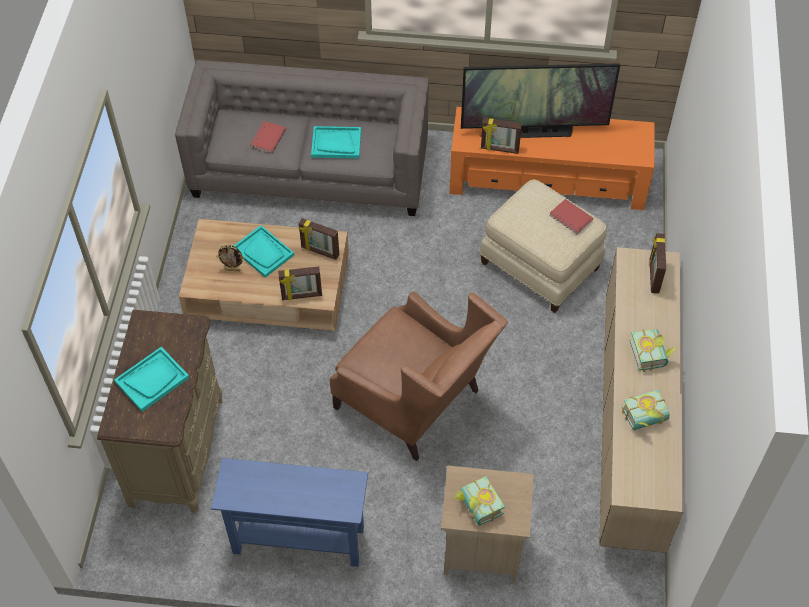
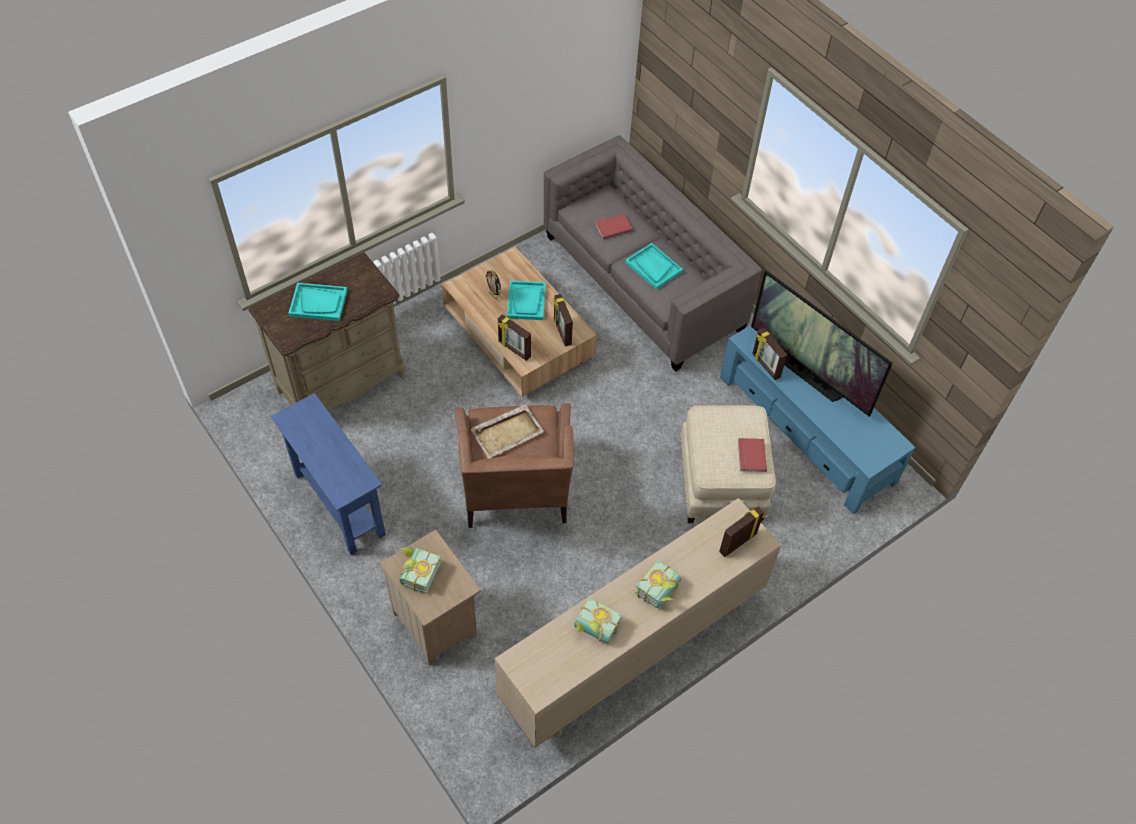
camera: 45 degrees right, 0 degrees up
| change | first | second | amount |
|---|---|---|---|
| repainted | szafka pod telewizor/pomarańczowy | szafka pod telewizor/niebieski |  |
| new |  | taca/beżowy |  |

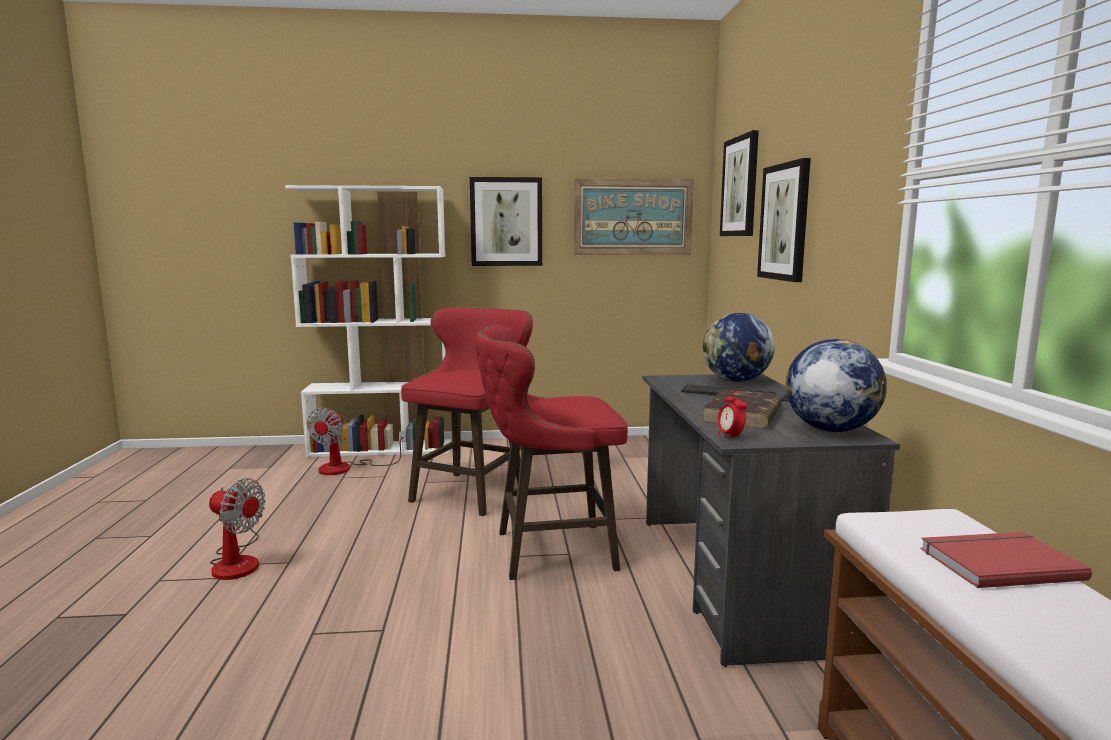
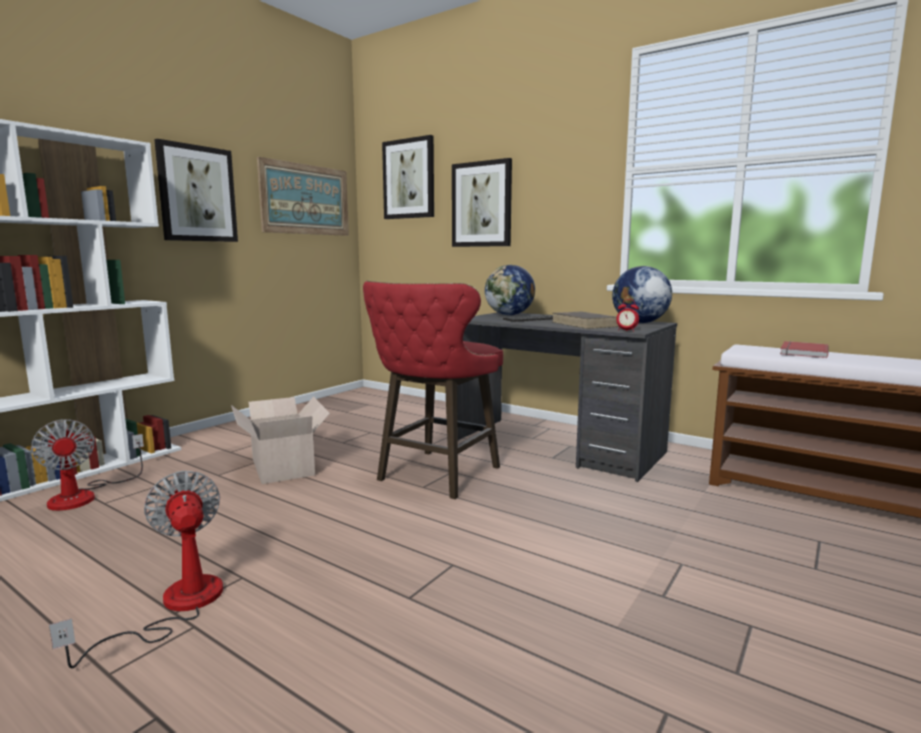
camera: 50 degrees left, 0 degrees up
| change | first | second | amount |
|---|---|---|---|
| rotated | wentylator (no. 1 from left in the first image) | wentylator (no. 2 from left) | 90 degrees counterclockwise |
| swapped | stołek/czerwony (no. 1 from left) | karton |  |

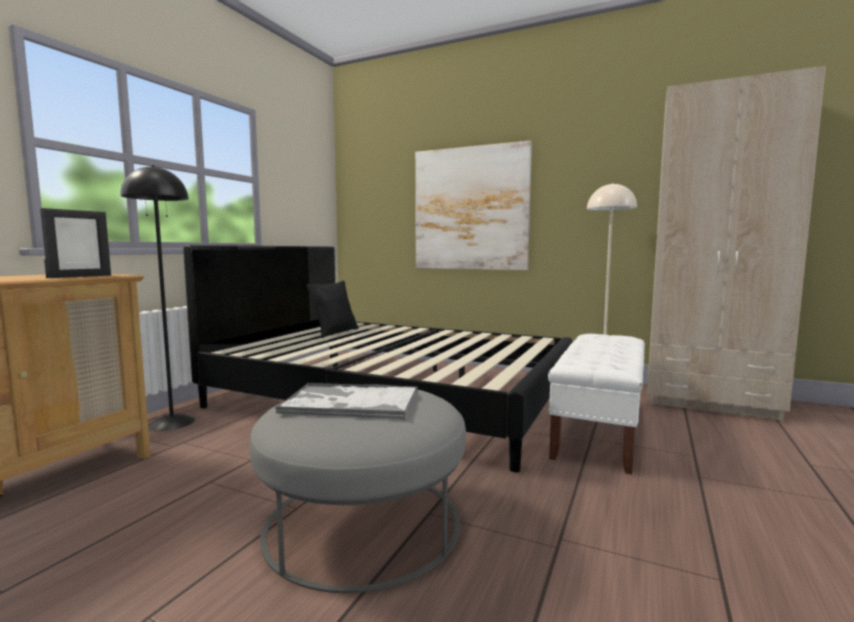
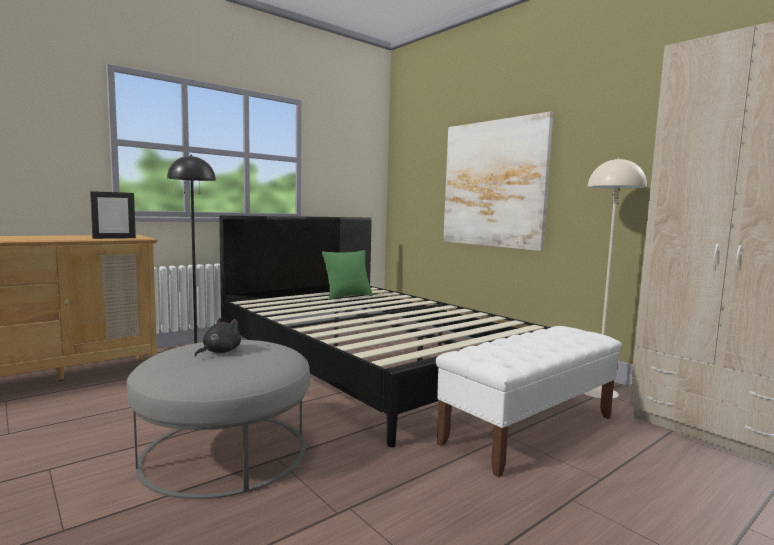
camera: 25 degrees right, 0 degrees up
| change | first | second | amount |
|---|---|---|---|
| swapped | taca | pluszak/czarny |  |
| repainted | poduszka/czarny | poduszka/zielony |  |

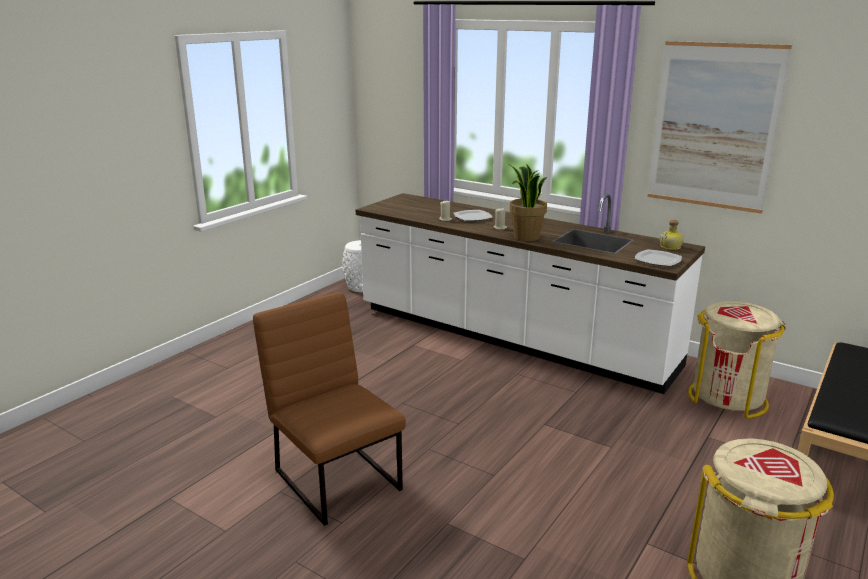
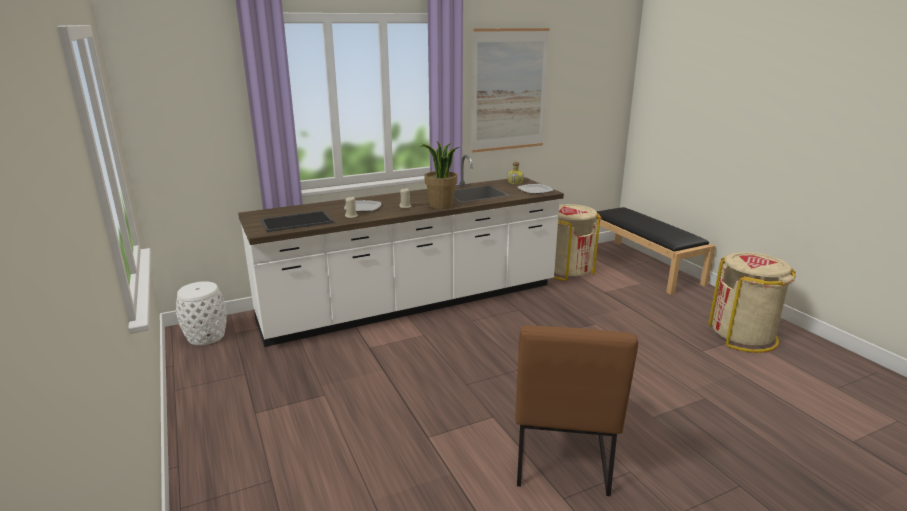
camera: 60 degrees left, 0 degrees up
| change | first | second | amount |
|---|---|---|---|
| rotated | krzesło/brązowy |  | 75 degrees counterclockwise |
| new |  | taca |  |

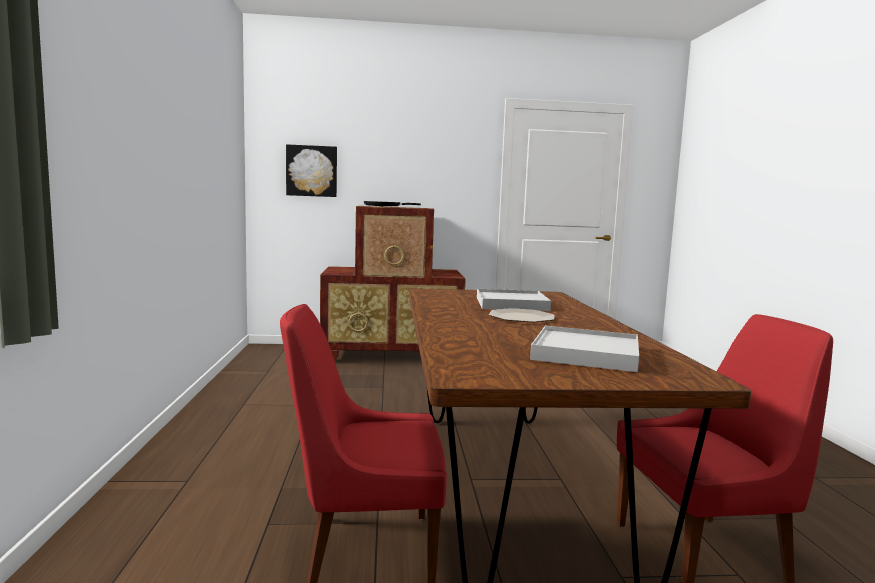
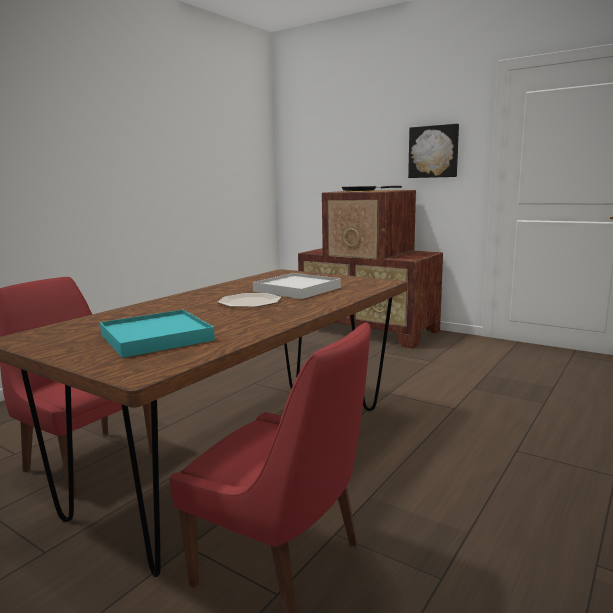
camera: 40 degrees right, 5 degrees up
| change | first | second | amount |
|---|---|---|---|
| shifted | obraz |  |  |
| repainted | taca/biały (no. 2 from left) | taca/turkusowy |  |

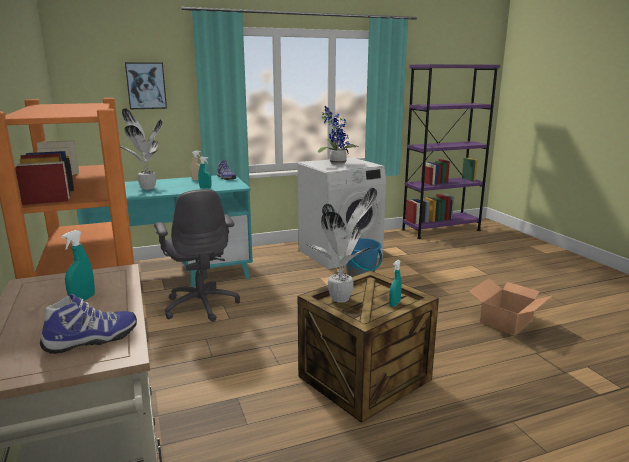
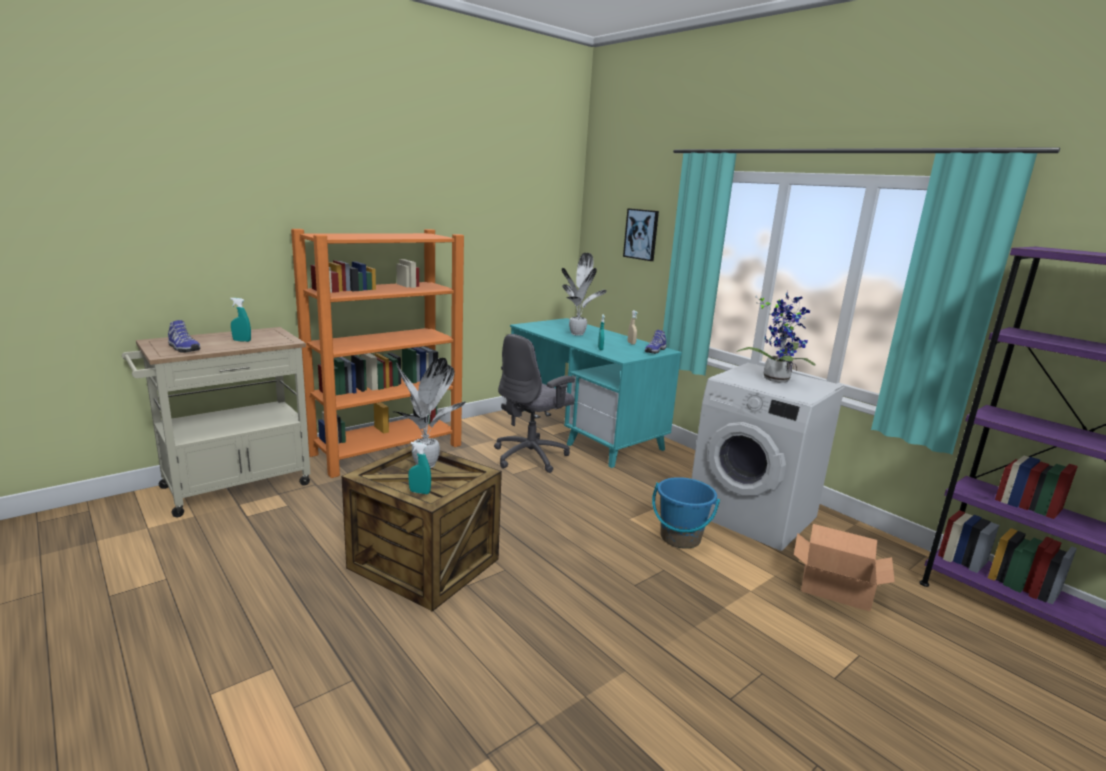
camera: 70 degrees right, 0 degrees up
| change | first | second | amount |
|---|---|---|---|
| shifted | karton |  |  |

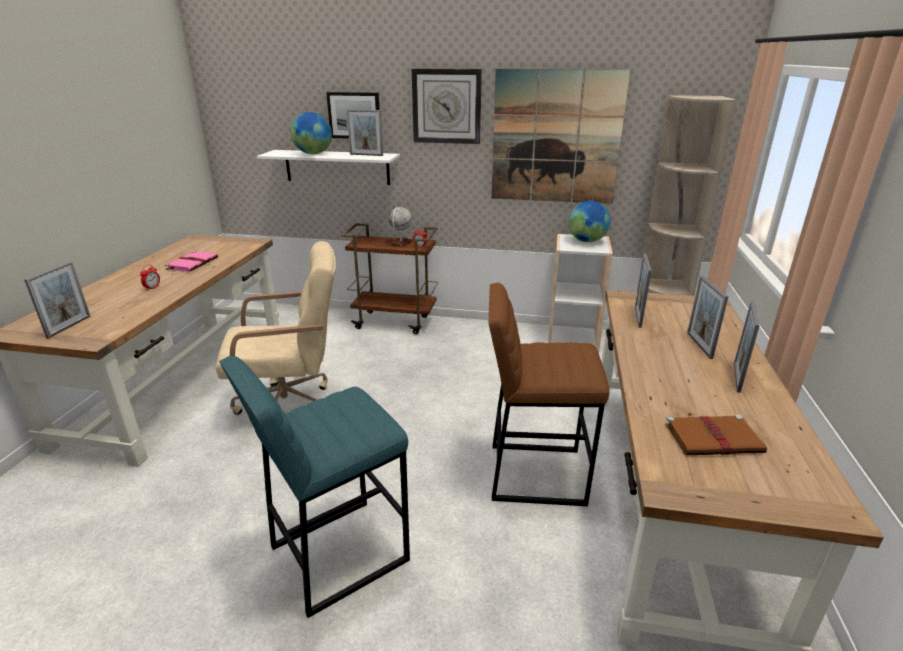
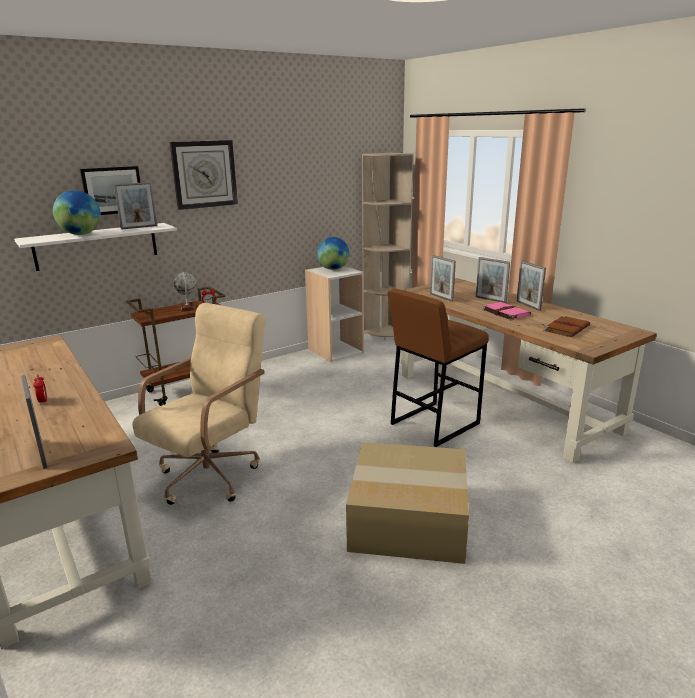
camera: 45 degrees left, 5 degrees down
| change | first | second | amount |
|---|---|---|---|
| shifted | książka/różowy |  |  |
| swapped | stołek/turkusowy | karton |  |
| gone | obraz (no. 2 from left) |  |  |

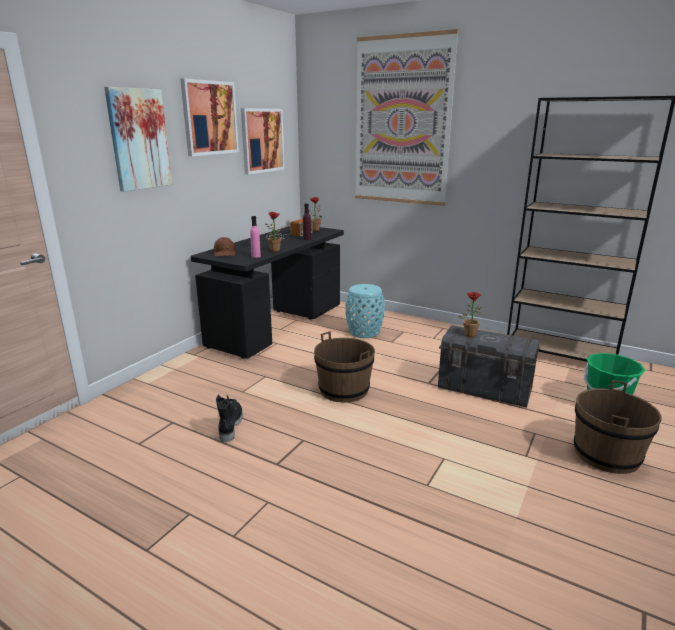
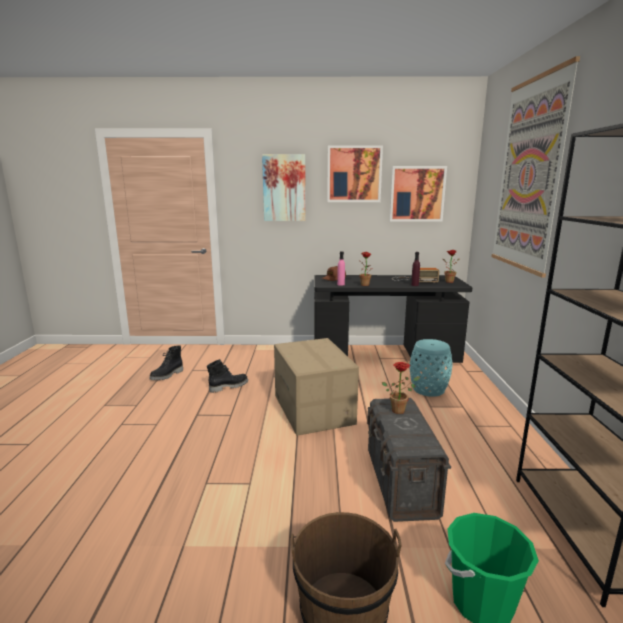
camera: 60 degrees right, 5 degrees down
| change | first | second | amount |
|---|---|---|---|
| swapped | wiadro/brązowy (no. 1 from left) | karton |  |
| new |  | but z cholewką/czarny (no. 1 from left) |  |

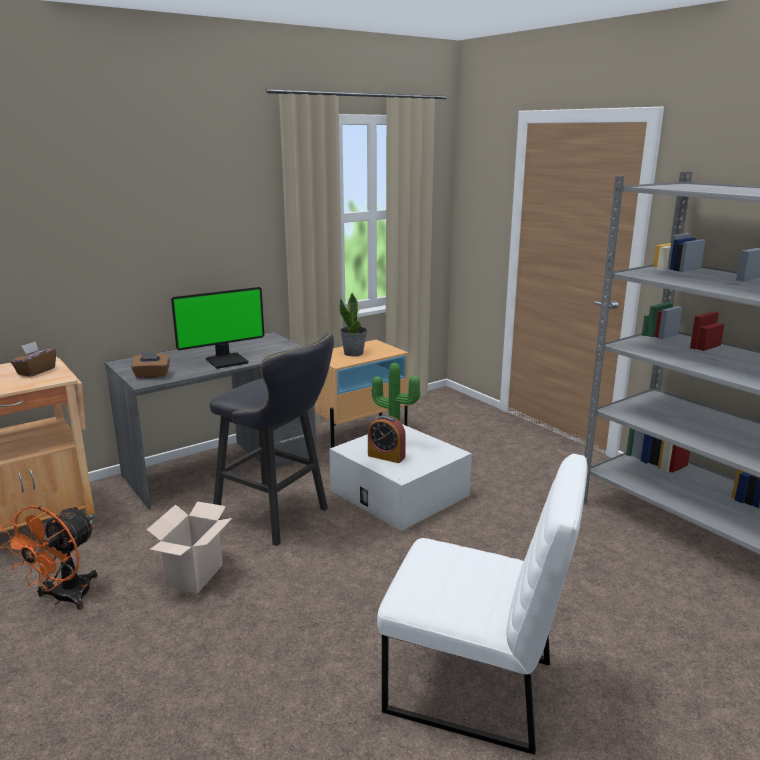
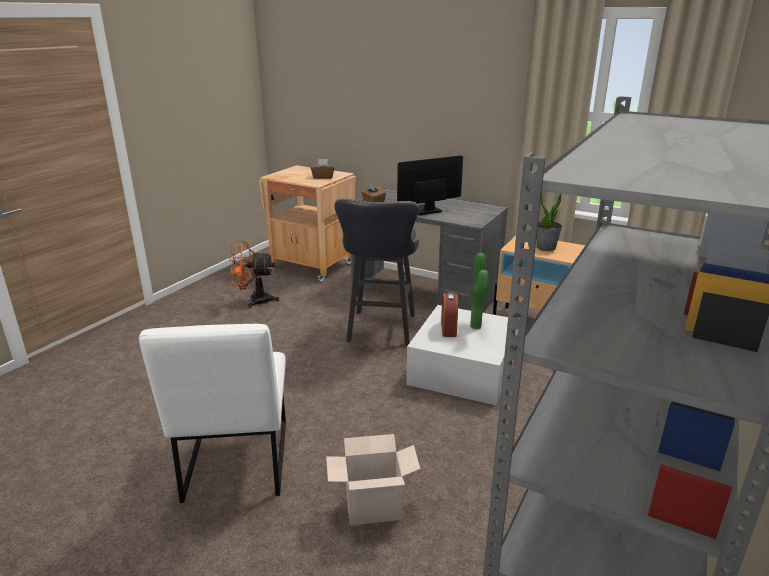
camera: 65 degrees right, 5 degrees up
| change | first | second | amount |
|---|---|---|---|
| shifted | karton |  |  |
| rotated | monitor |  | 120 degrees clockwise |

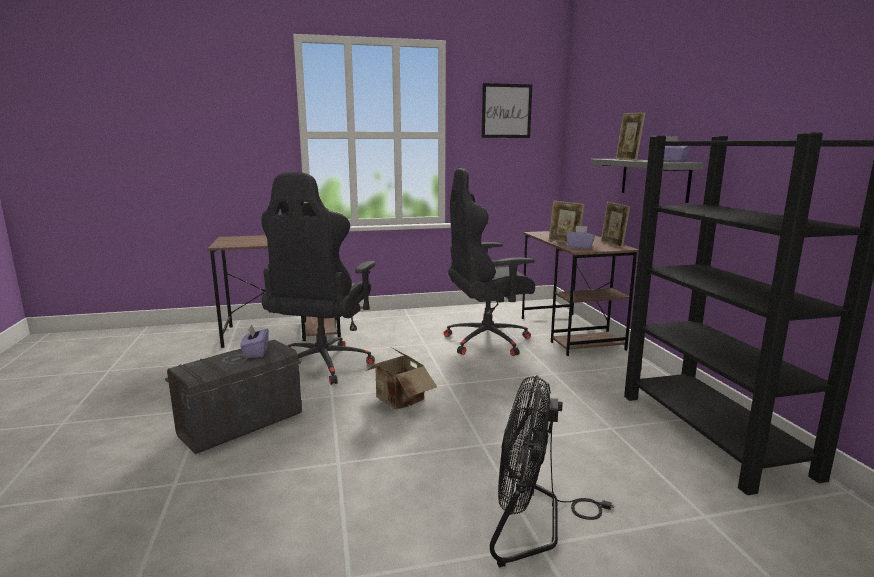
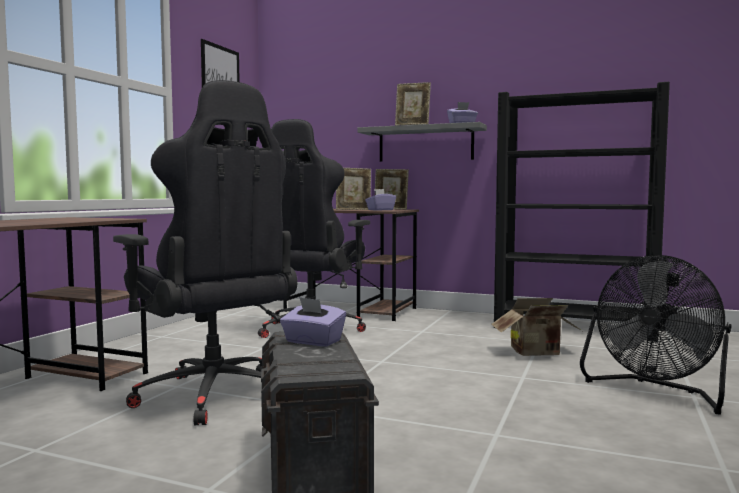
camera: 55 degrees left, 10 degrees down
| change | first | second | amount |
|---|---|---|---|
| shifted | karton |  |  |

